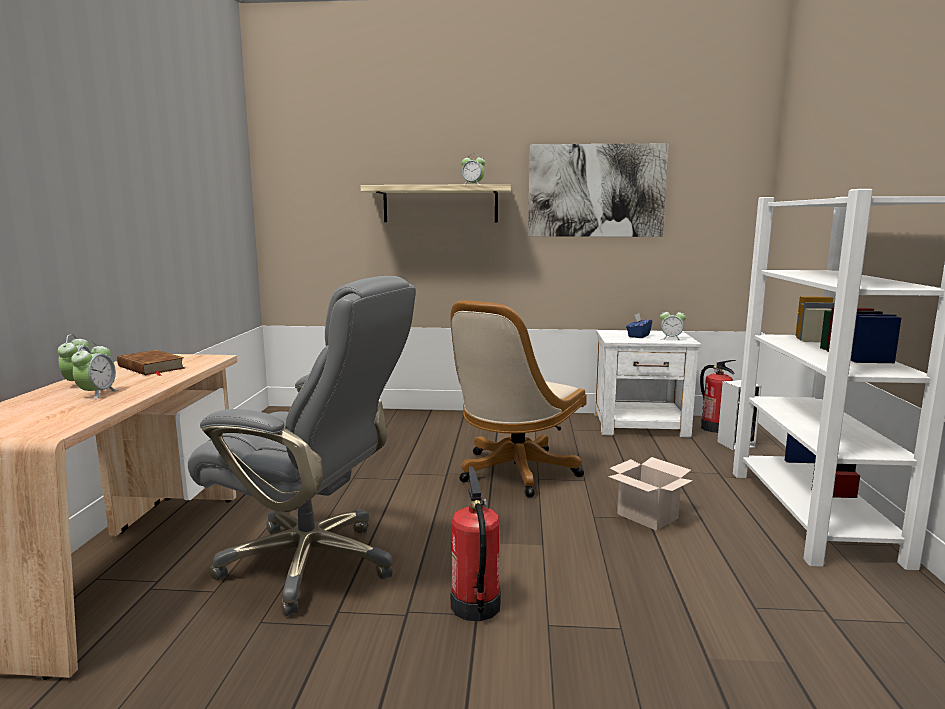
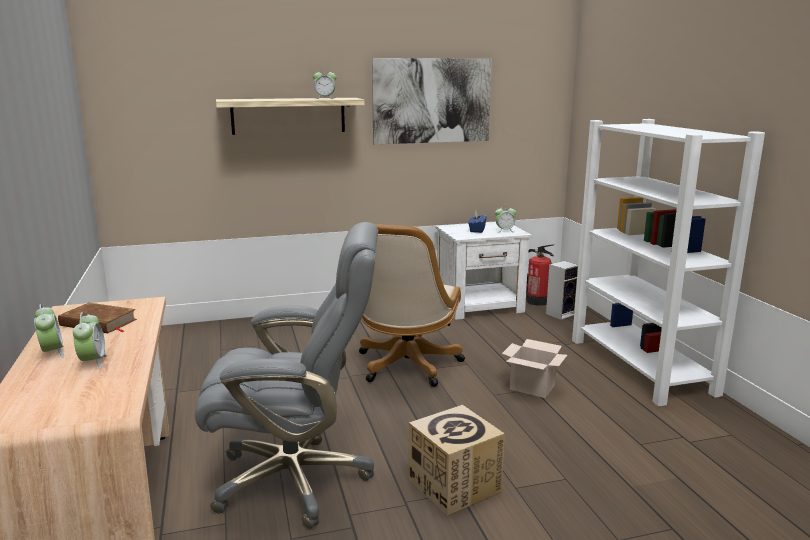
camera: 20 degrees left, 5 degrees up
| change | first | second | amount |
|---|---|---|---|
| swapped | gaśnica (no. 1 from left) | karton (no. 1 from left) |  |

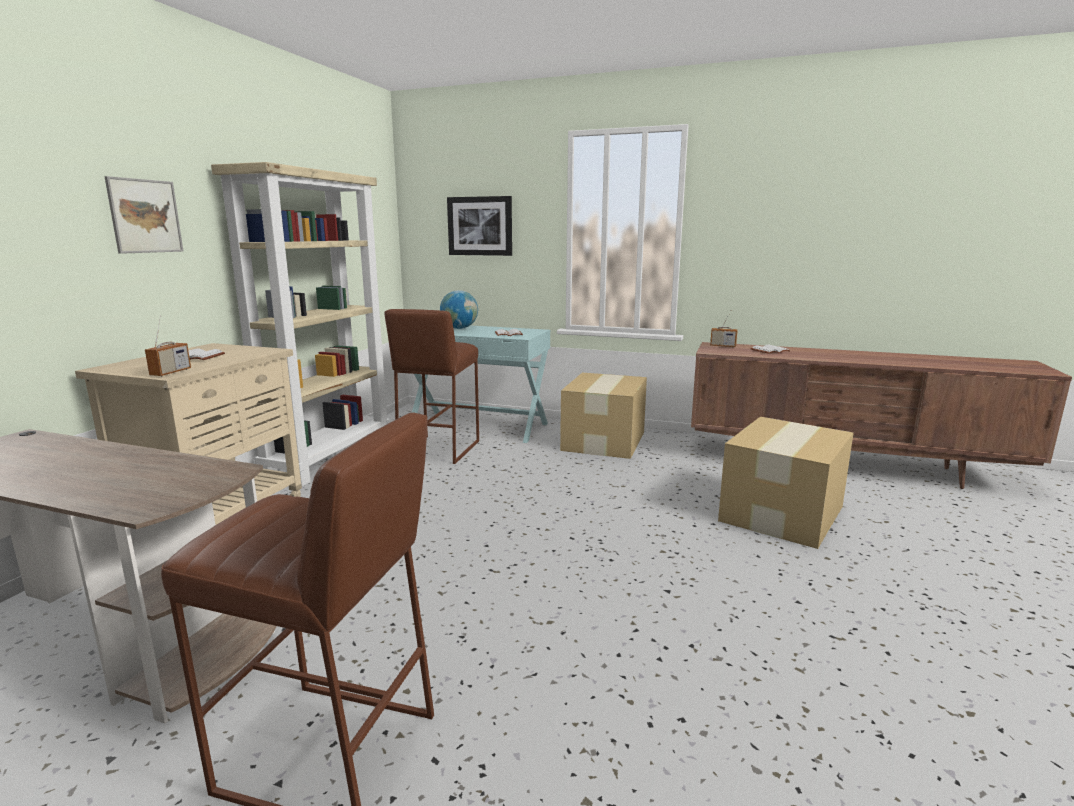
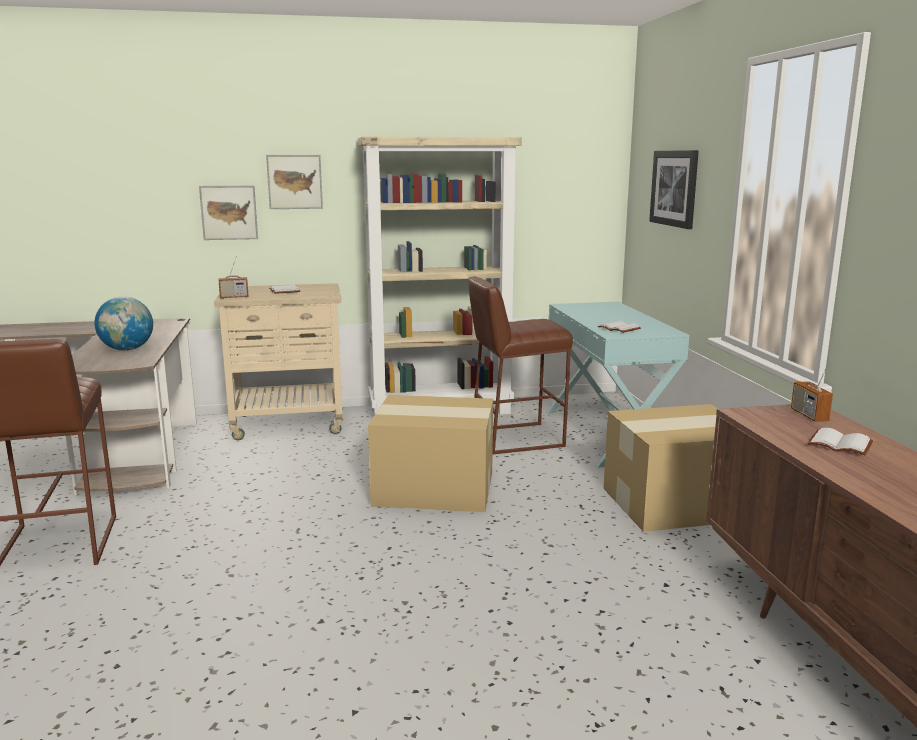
camera: 60 degrees right, 0 degrees up
| change | first | second | amount |
|---|---|---|---|
| shifted | globus |  |  |
| shifted | karton (no. 2 from left in the first image) | karton (no. 1 from left) |  |
| new |  | obraz (no. 1 from left) |  |

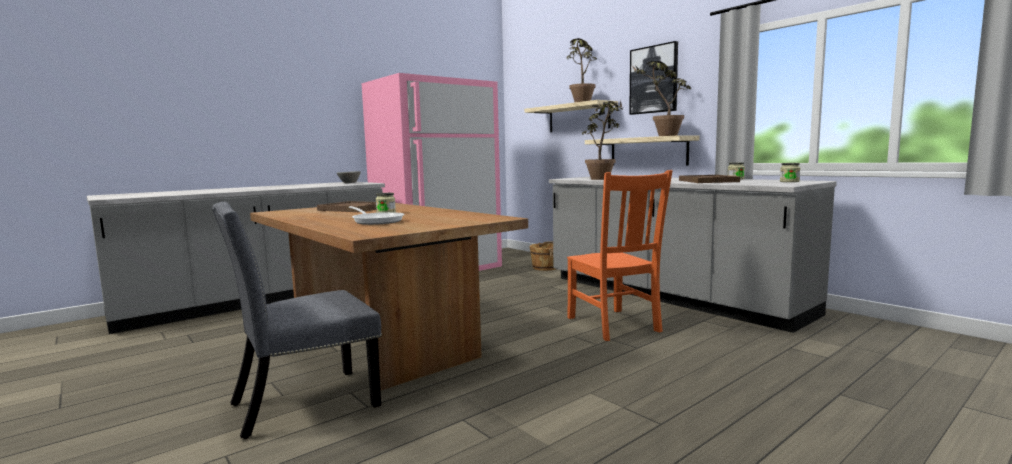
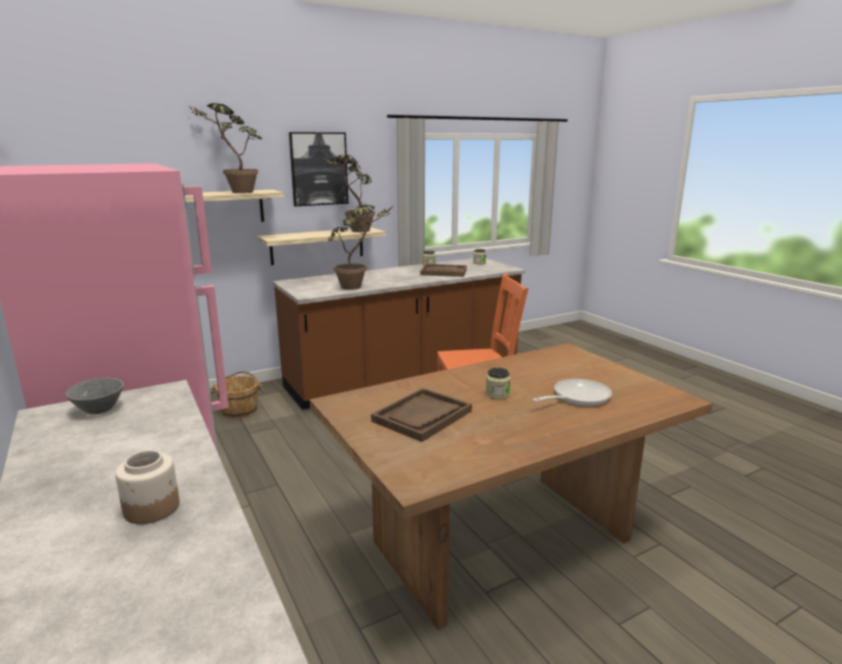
camera: 80 degrees left, 10 degrees up
| change | first | second | amount |
|---|---|---|---|
| gone | krzesło/szary |  |  |
| repainted | zabudowa kuchenna/szary (no. 2 from left) | zabudowa kuchenna/brązowy |  |
| new |  | słoik (no. 1 from left) |  |

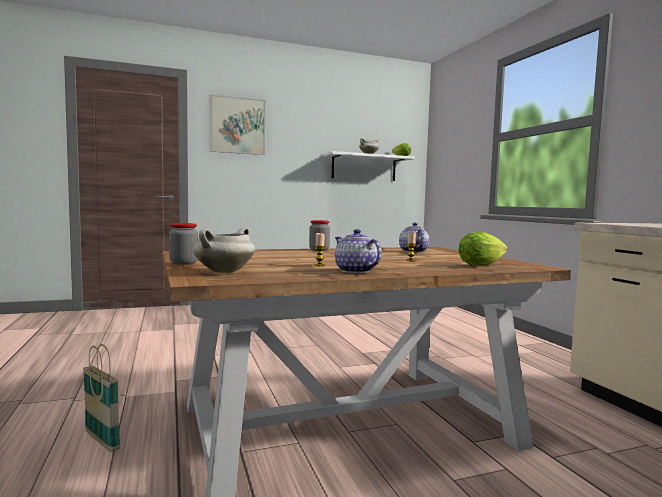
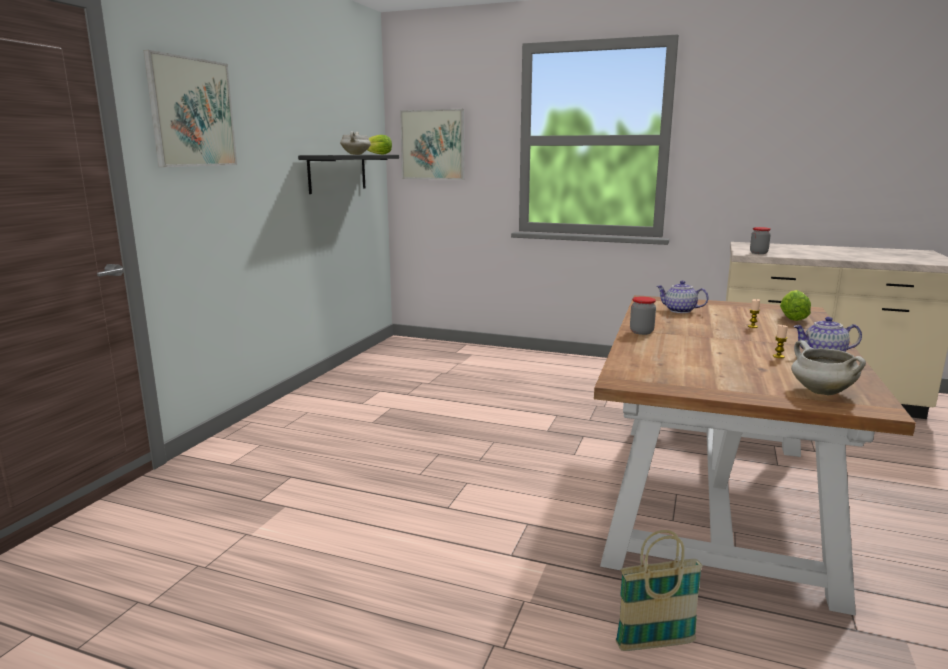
camera: 50 degrees left, 10 degrees up
| change | first | second | amount |
|---|---|---|---|
| shifted | słoik (no. 1 from left in the first image) | słoik (no. 2 from left) |  |
| repainted | półka/biały | półka/czarny |  |
| new |  | obraz (no. 2 from left) |  |

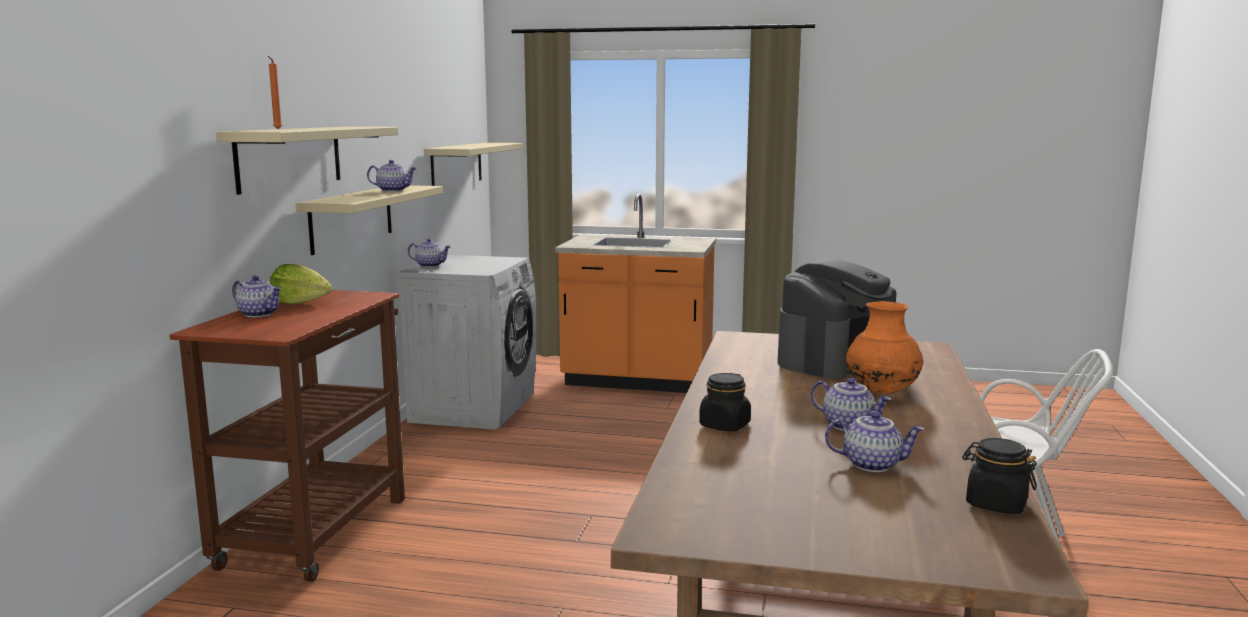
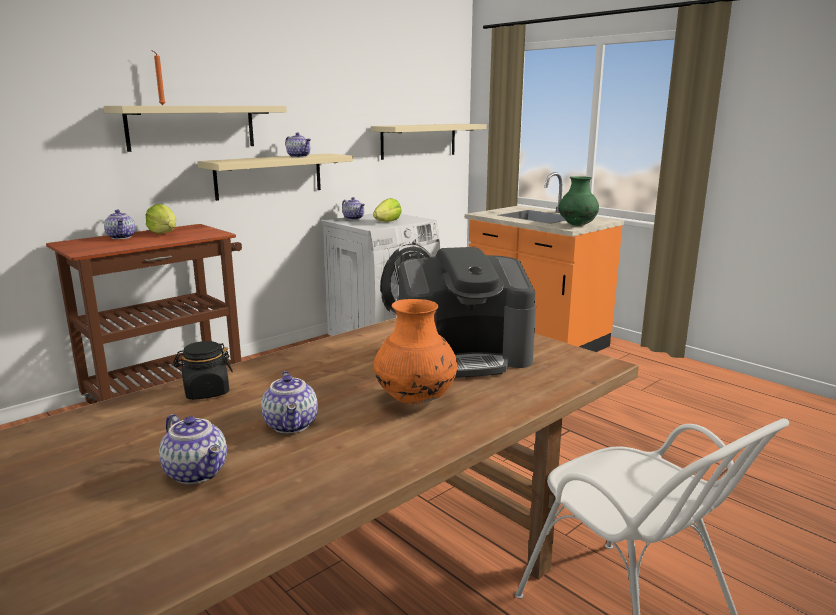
camera: 35 degrees right, 5 degrees up
| change | first | second | amount |
|---|---|---|---|
| gone | słoik/czarny (no. 2 from left) |  |  |
| new |  | sałata (no. 2 from left) |  |
| new |  | wazon/zielony |  |

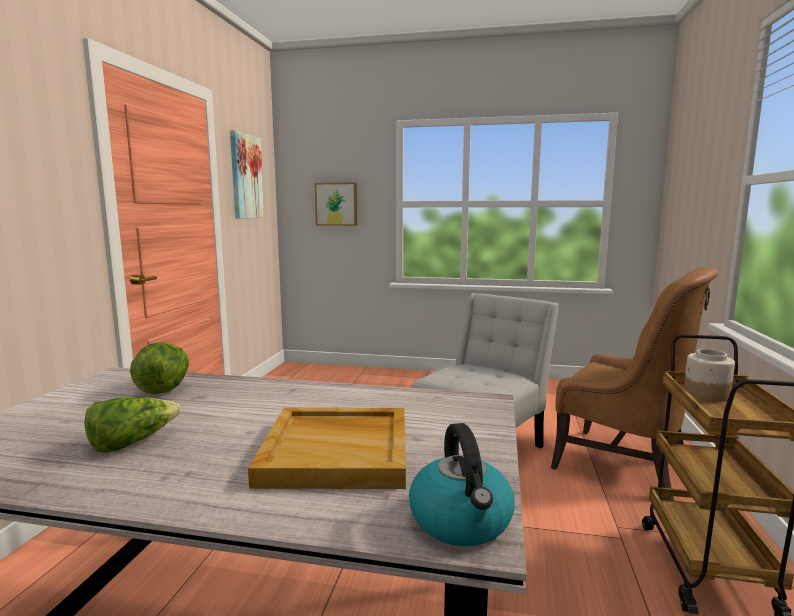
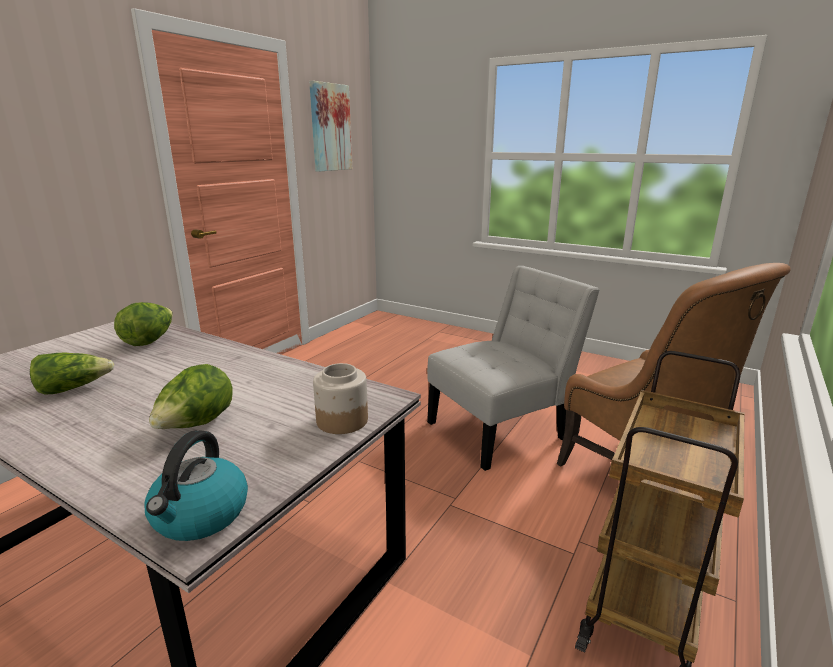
camera: 20 degrees right, 10 degrees up
| change | first | second | amount |
|---|---|---|---|
| swapped | taca/beżowy | sałata (no. 3 from left) |  |
| gone | obraz (no. 2 from left) |  |  |
| shifted | słoik |  |  |

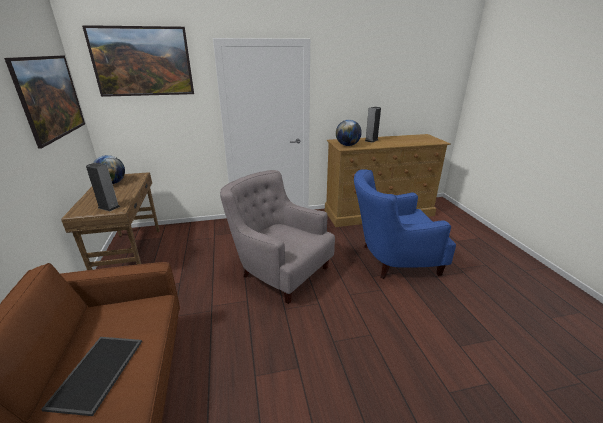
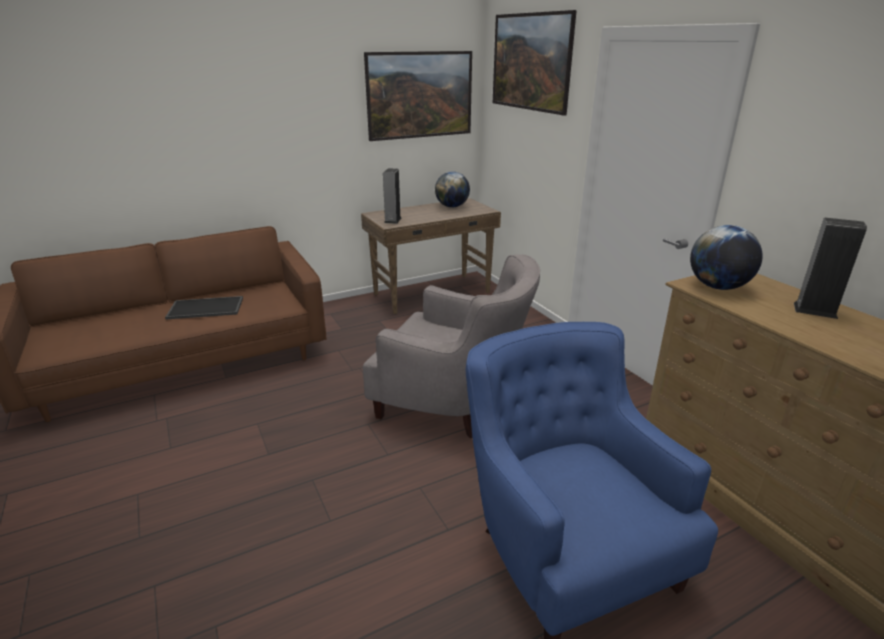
camera: 75 degrees right, 0 degrees up
| change | first | second | amount |
|---|---|---|---|
| rotated | fotel/szary |  | 90 degrees clockwise |

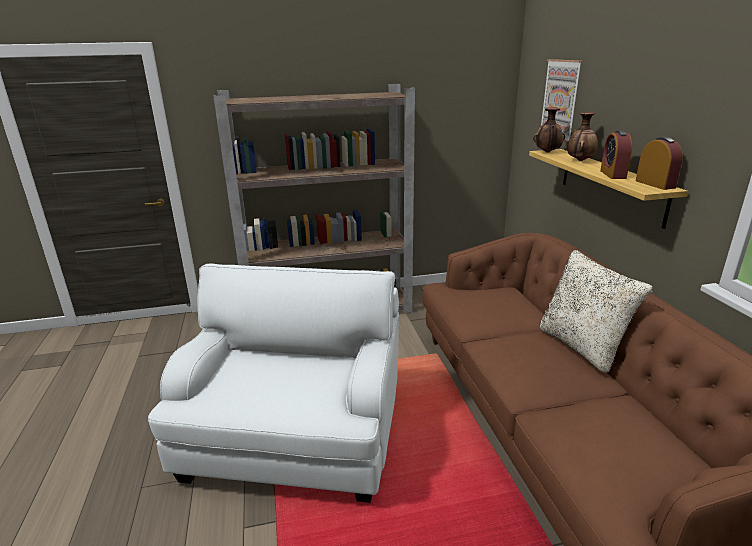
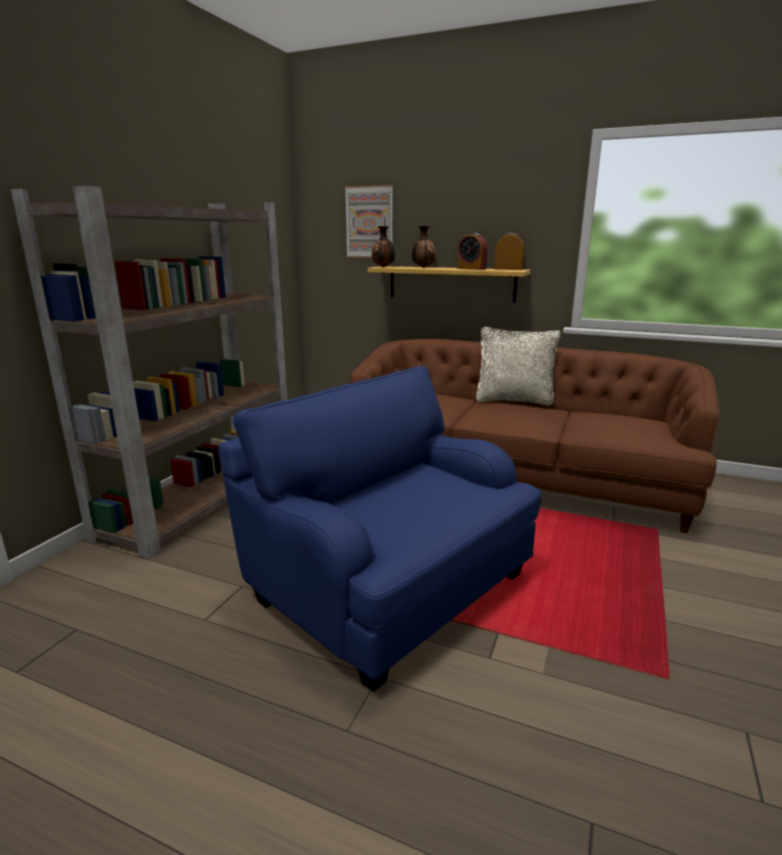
camera: 55 degrees left, 5 degrees down
| change | first | second | amount |
|---|---|---|---|
| repainted | fotel/biały | fotel/niebieski |  |

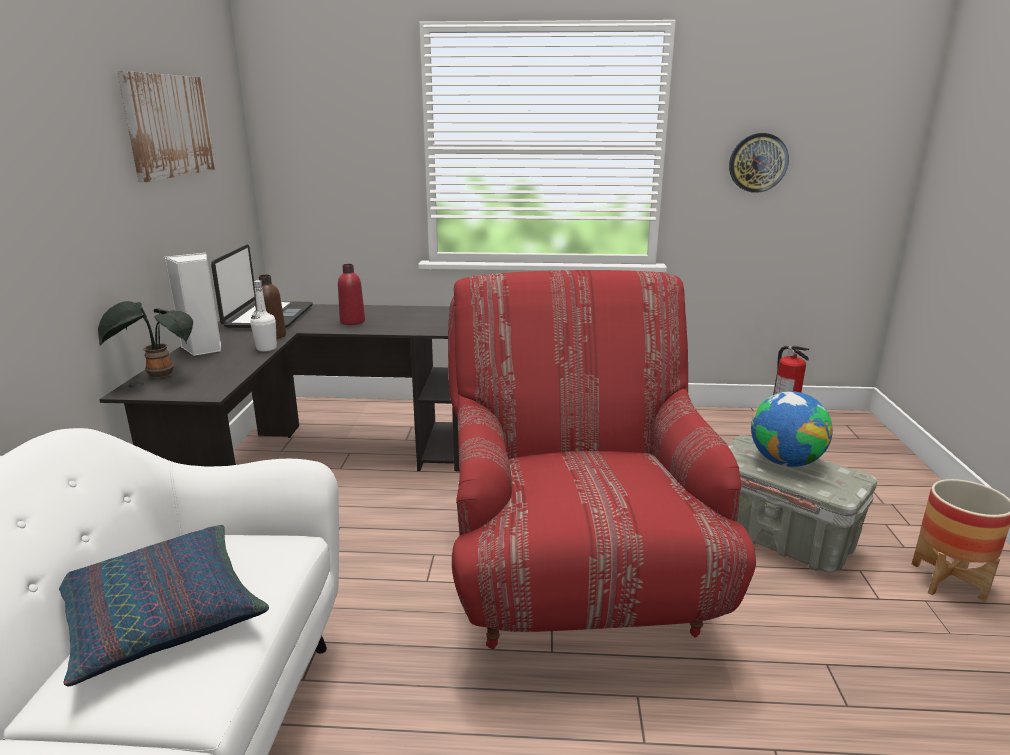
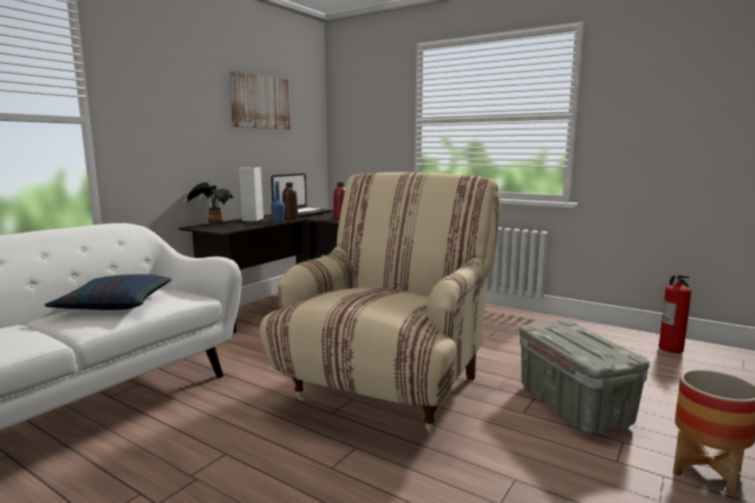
camera: 30 degrees right, 10 degrees down
| change | first | second | amount |
|---|---|---|---|
| repainted | butelka/biały | butelka/niebieski |  |
| repainted | fotel/czerwony | fotel/beżowy |  |
| gone | zegar ścienny |  |  |
| gone | globus |  |  |

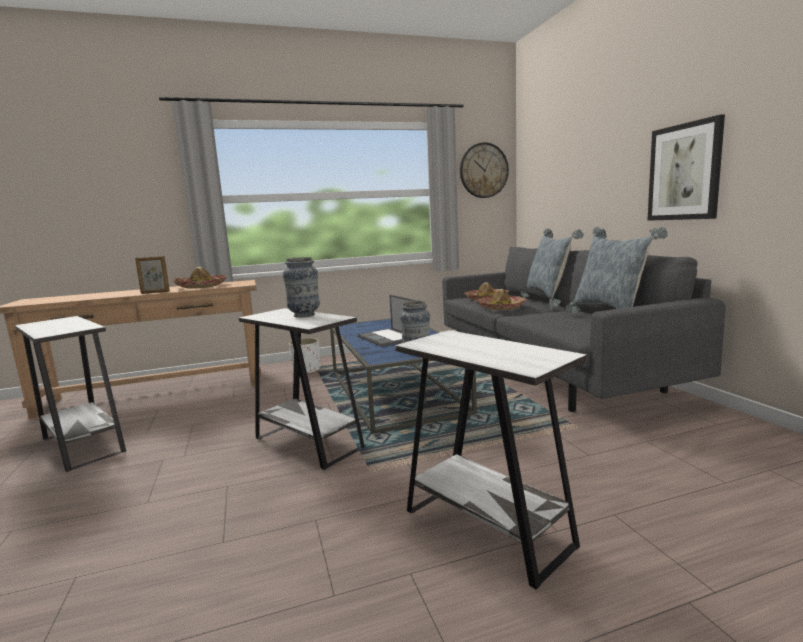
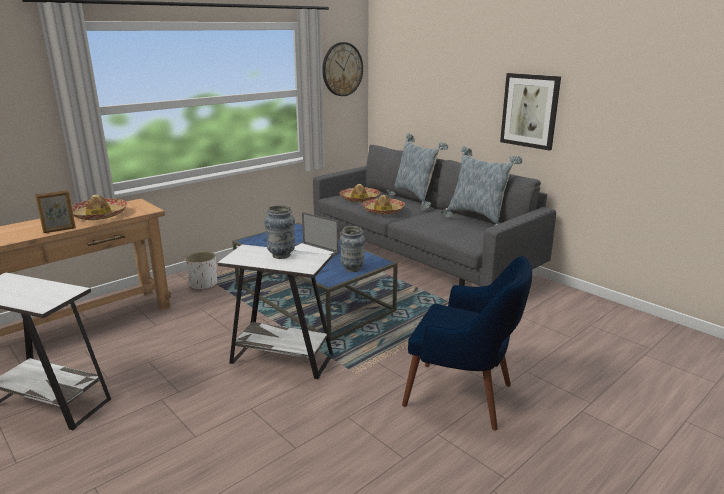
camera: 25 degrees left, 10 degrees up
| change | first | second | amount |
|---|---|---|---|
| swapped | stolik/biały (no. 3 from left) | fotel/niebieski |  |

